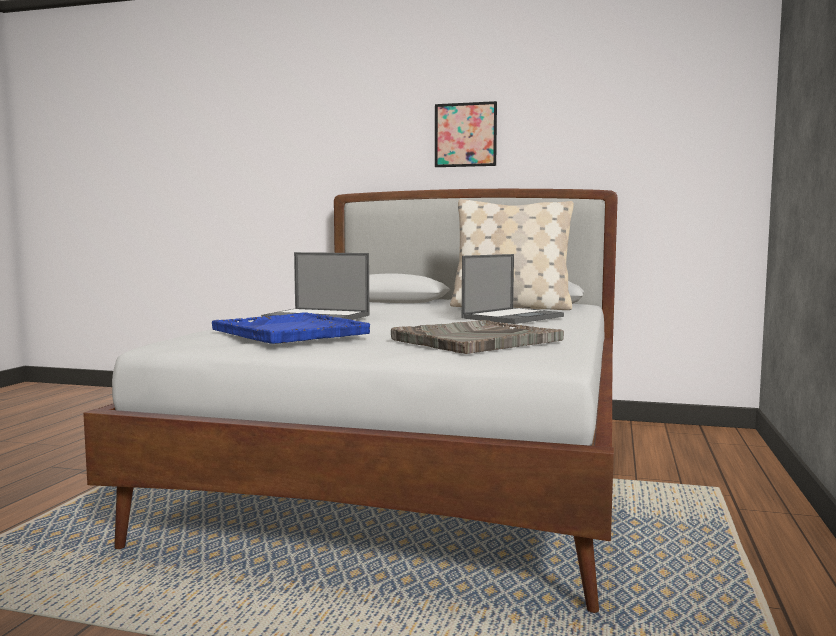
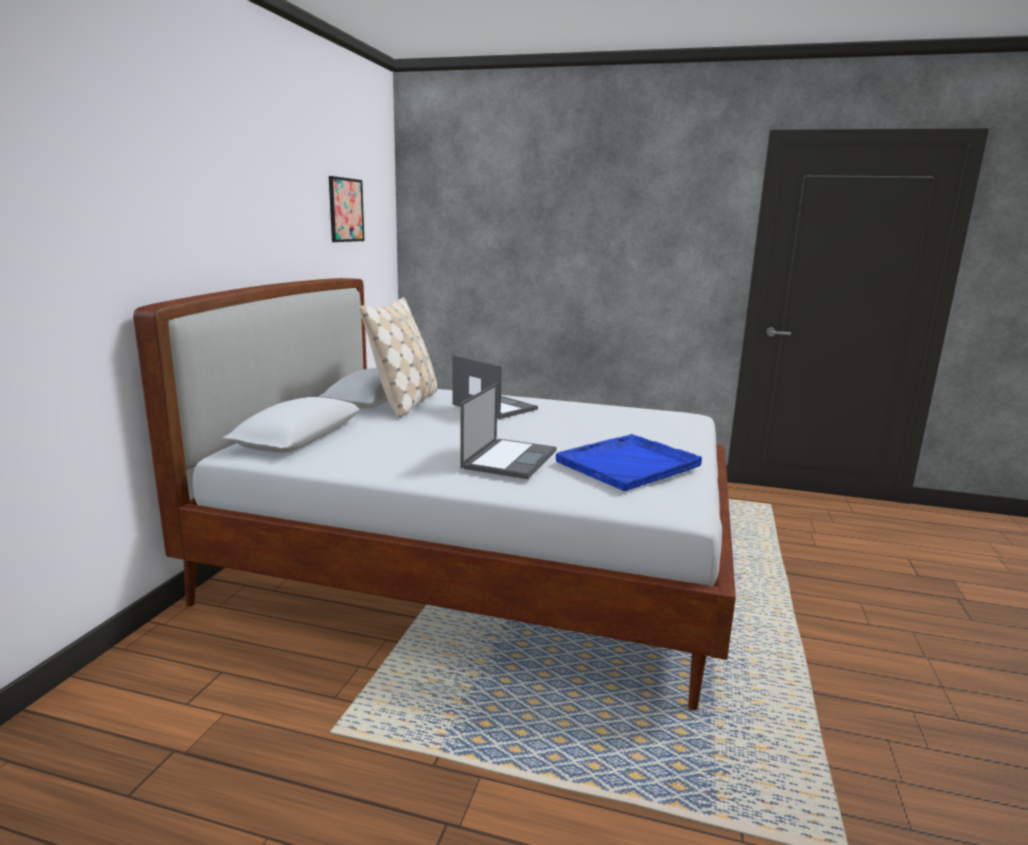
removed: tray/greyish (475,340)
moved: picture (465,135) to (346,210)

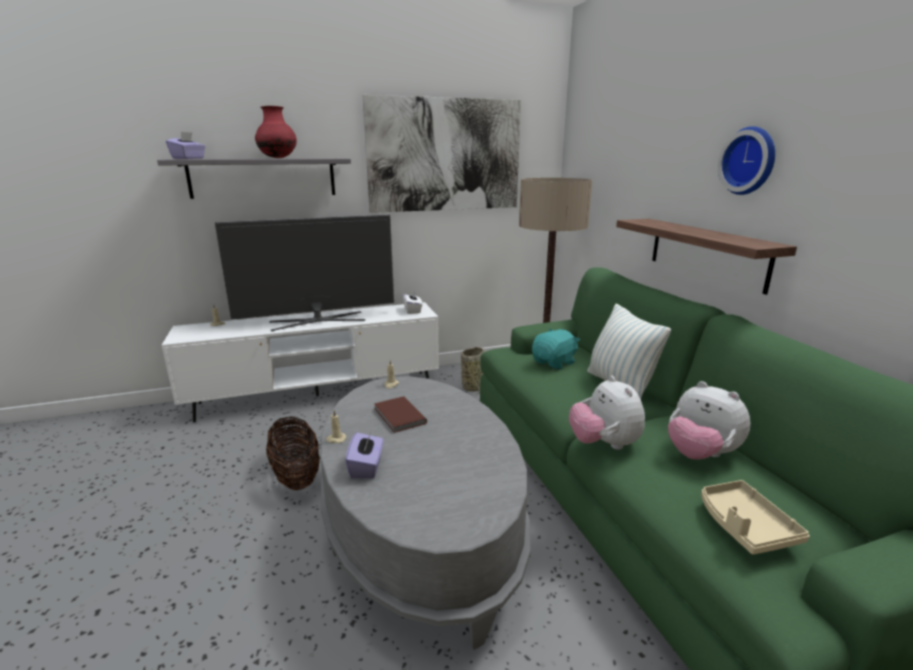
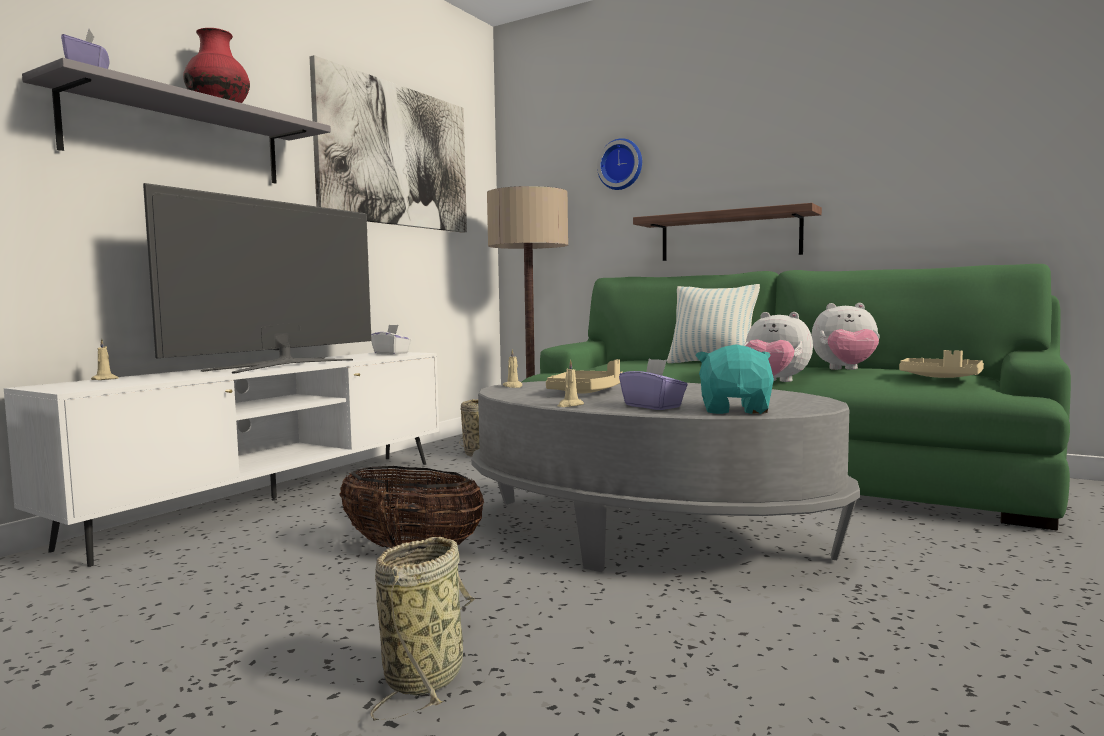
added: storage basket (426,675)
moved: cuddly toy/turquoise (554,363) to (735,410); clock on the wall (750,161) to (621,165)
replaced: bound book/brown (398,416) to tray/beige (586,392)

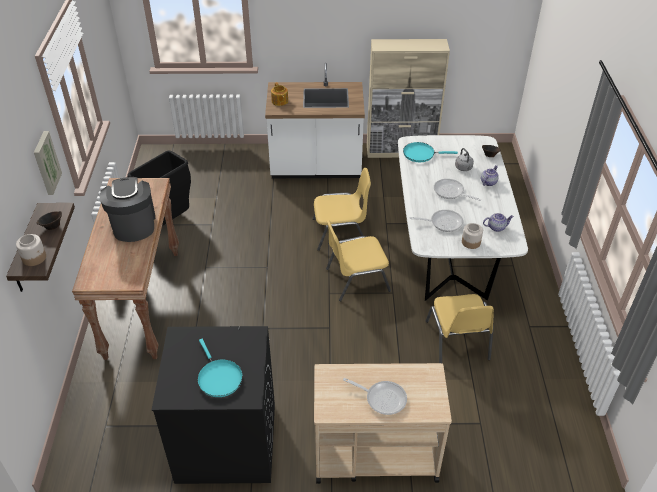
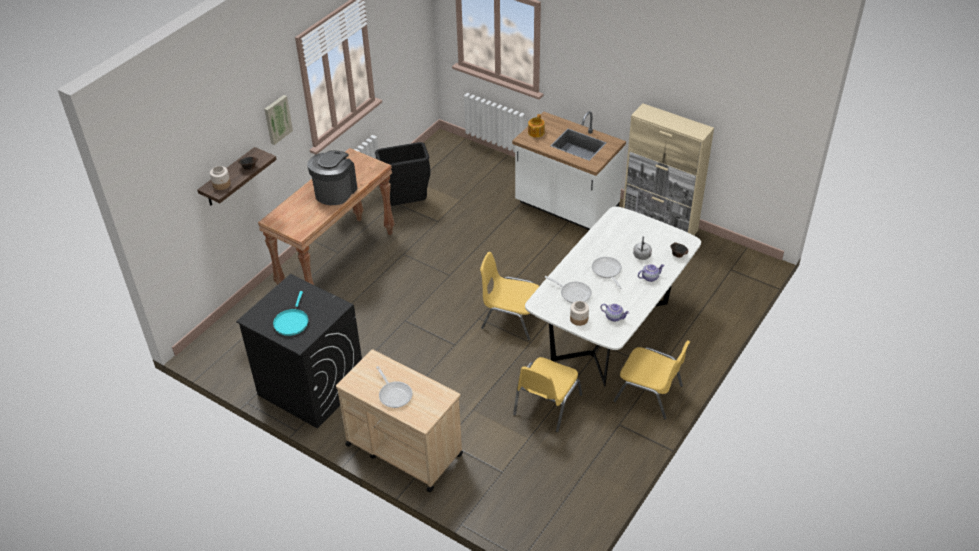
removed: pan/turquoise (421,154)
moved: chair/yellow-coloured (340,232) to (649,393)

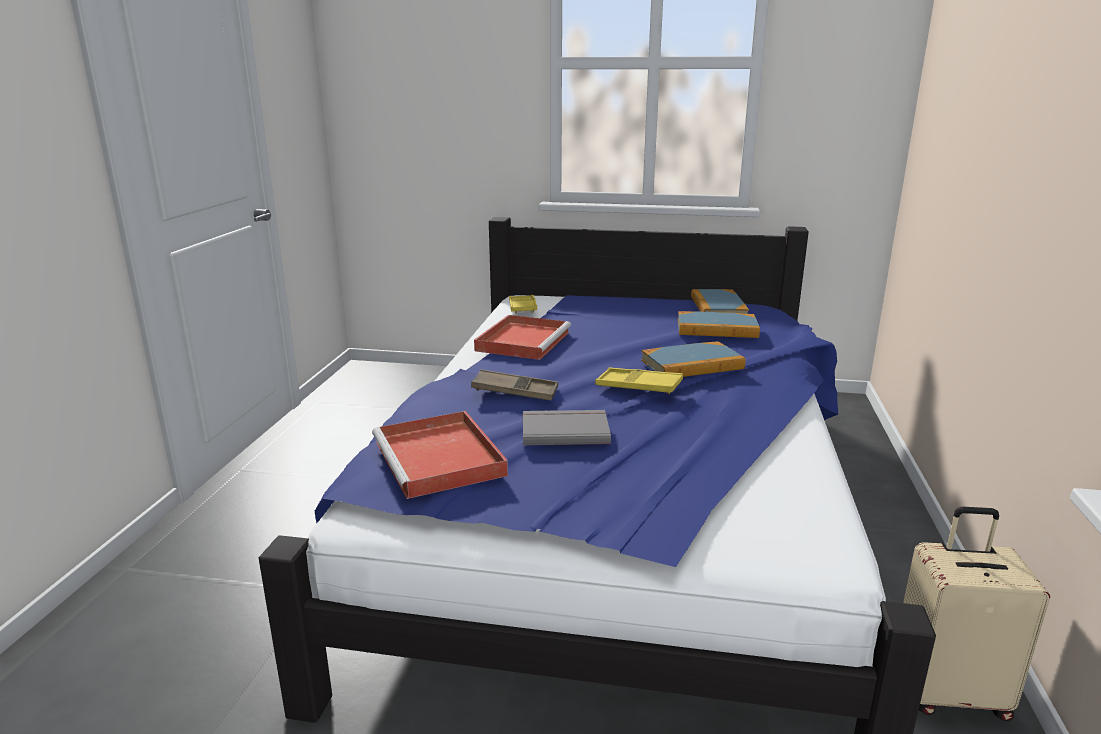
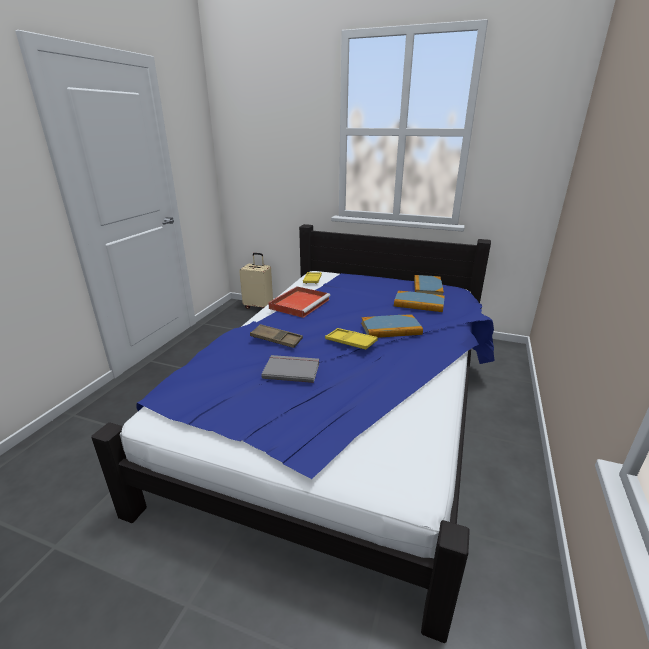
removed: tray/reddish (441,459)
moved: piece of luggage/beige (948,692) to (259,306)

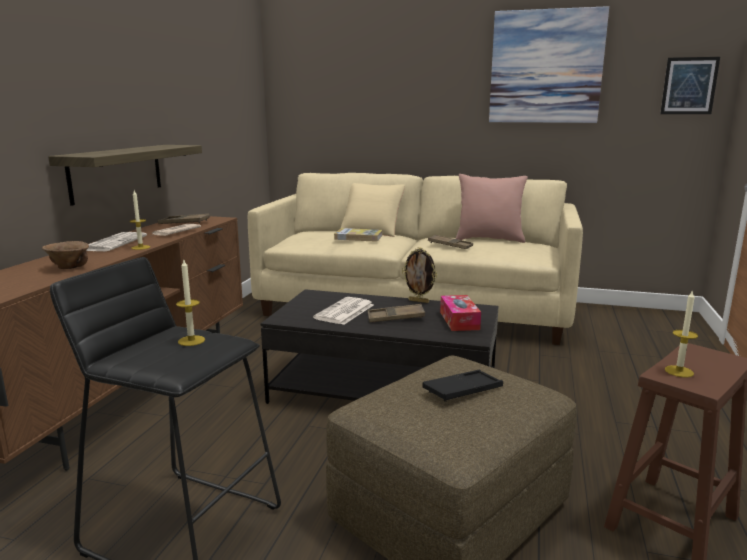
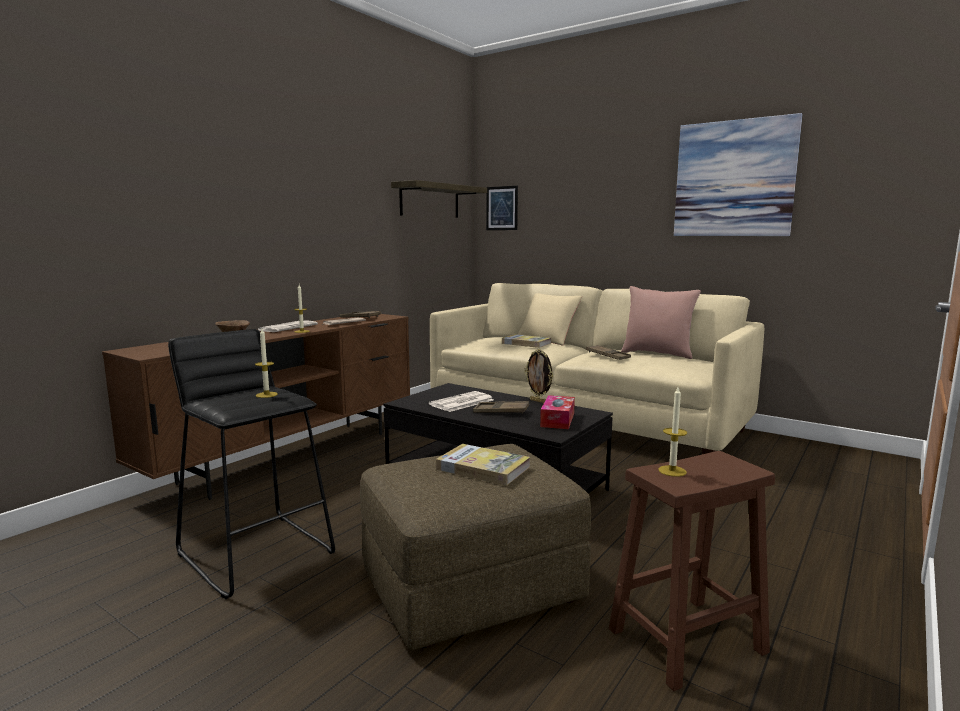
moved: shelf (116,172) to (430,201); picture (689,86) to (502,208)
replaced: tray/black (462,390) to bound book (483,468)

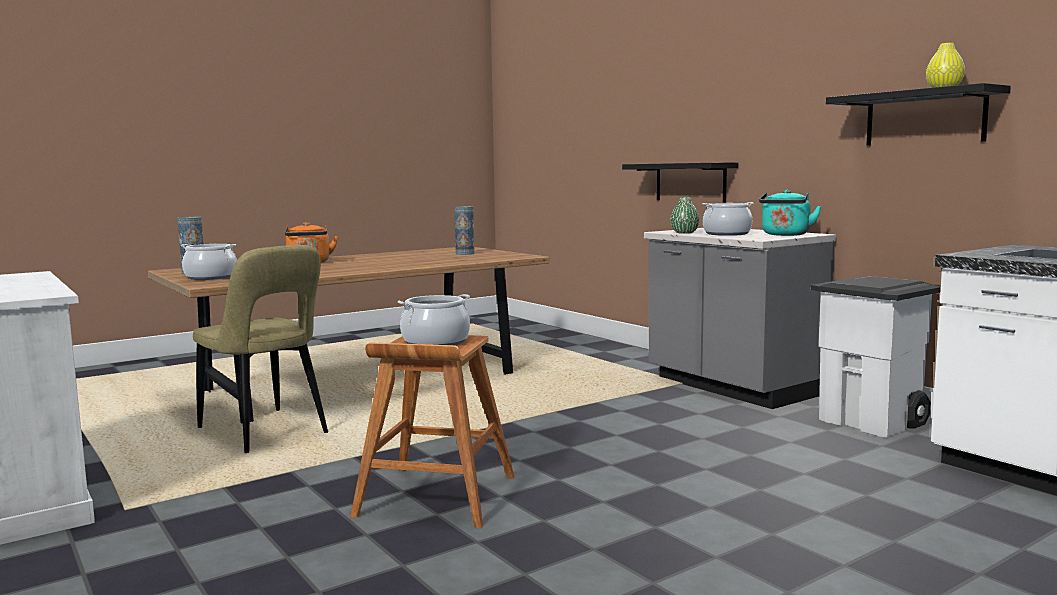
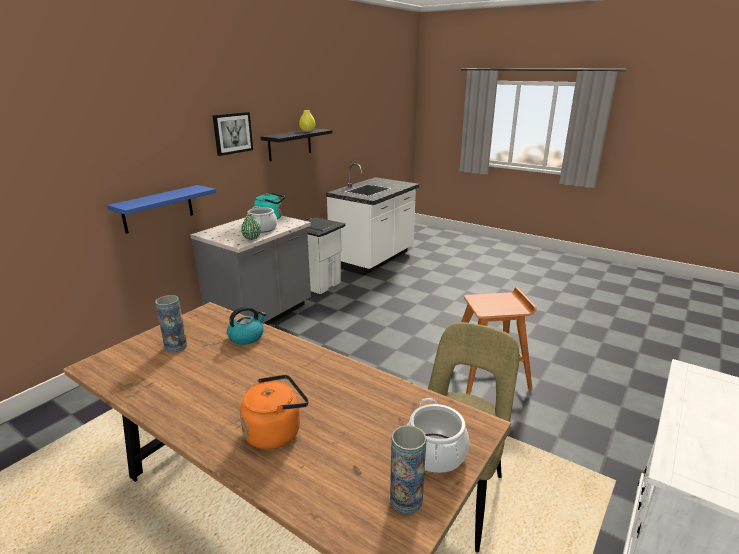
removed: cooking pot (436,342)
added: picture (232,133); kettle (247,337)
recoloured: shelf/black (690,182) to shelf/blue-coloured (158,209)

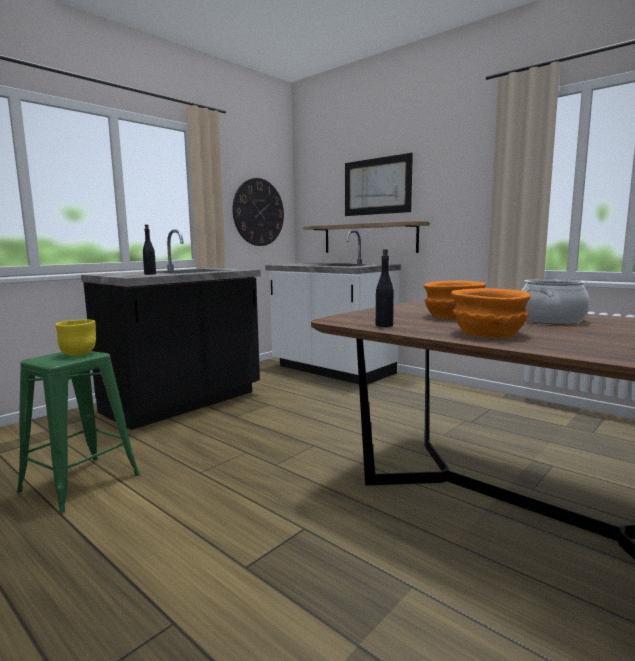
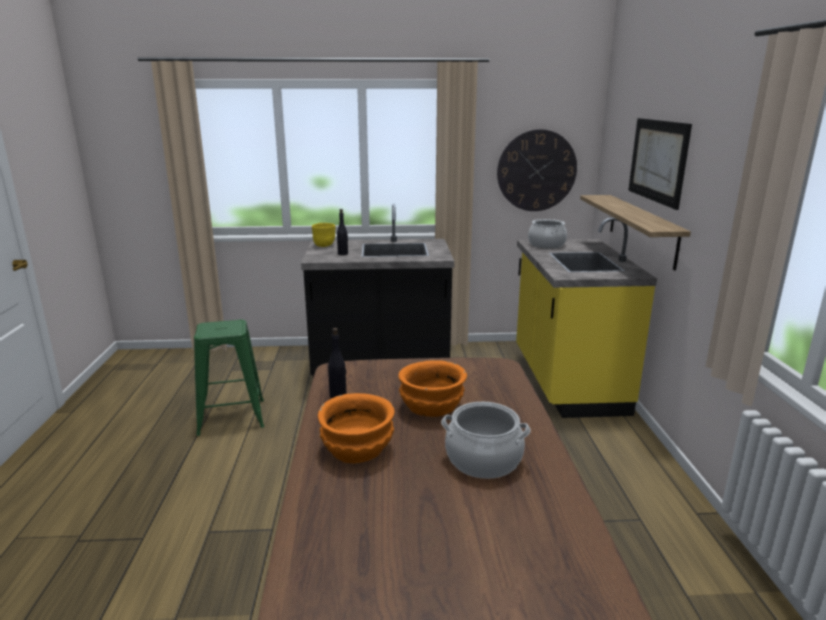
added: cooking pot (546,245)
moved: serving bowl/yellow-coloured (79,353) to (324,245)
recoloured: counter/white-coloured (332,370) to counter/yellow-coloured (566,382)

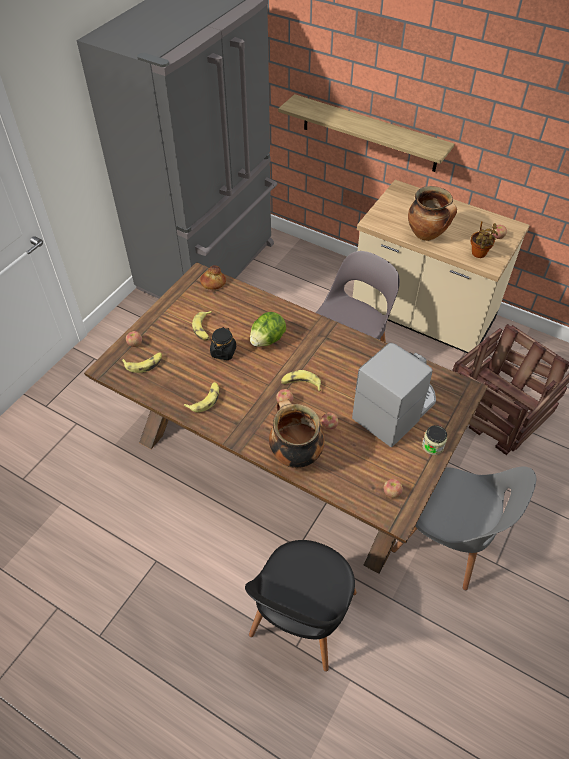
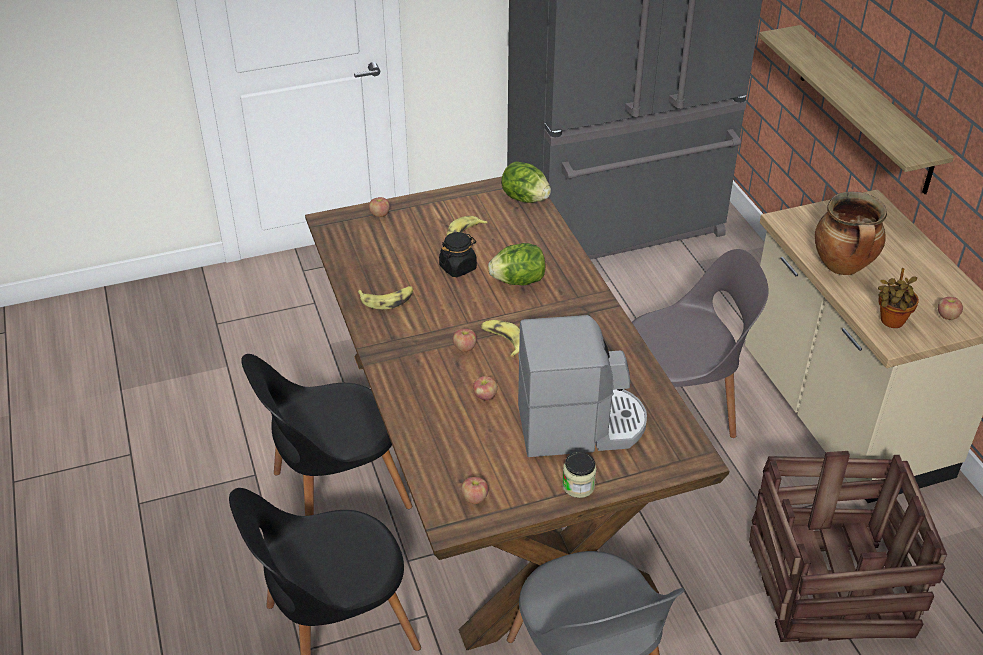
removed: banana fruit (144,364); cooking pot (295,455)
added: chair/black (335,492)
replaced: baked bread (213,283) to lettuce head (525,198)

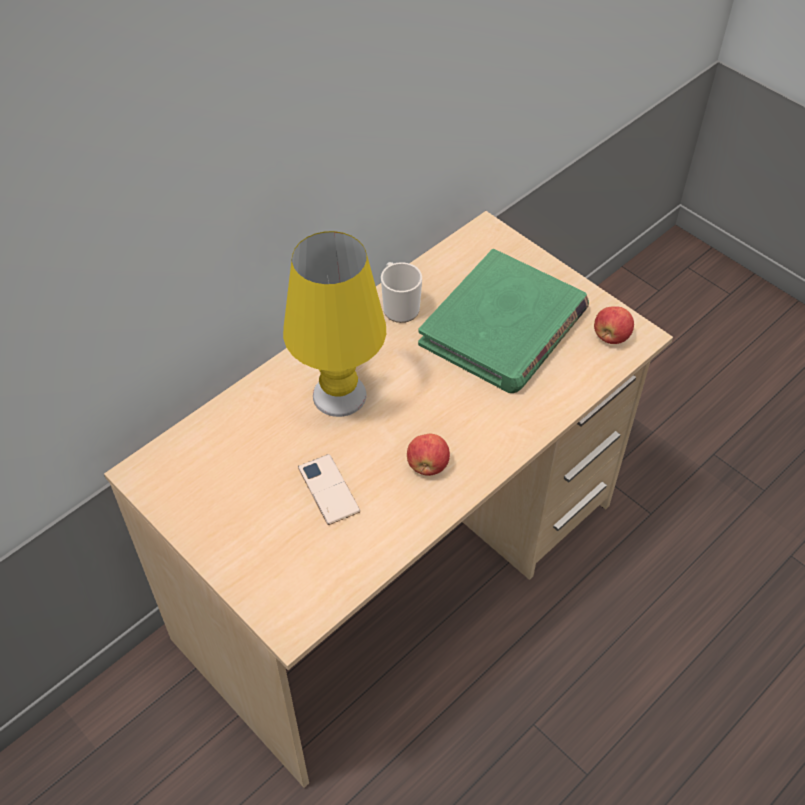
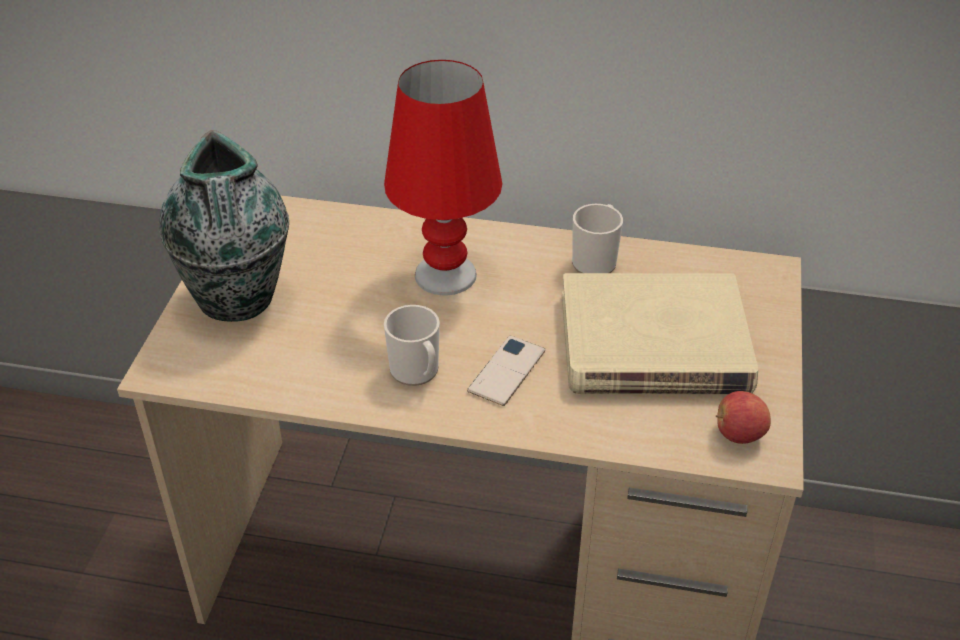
added: flower vase (237,300)
moved: handset (328,489) to (506,371)
replaced: whole apple (427,465) to mug (417,372)
recoloured: lamp for a table/yellow-coloured (340,395) to lamp for a table/reddish (445,275); bound book/green-coloured (504,327) to bound book/beige (653,344)

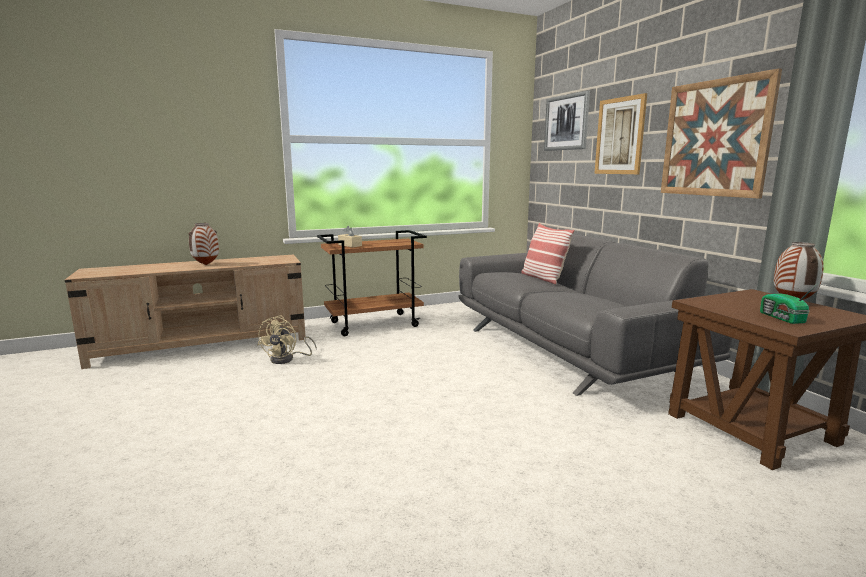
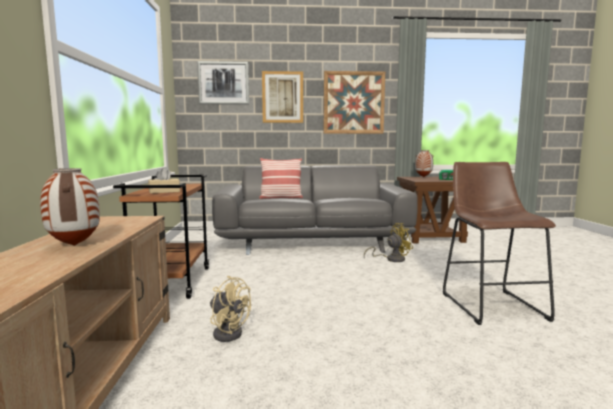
added: electric fan/yellow-coloured (391,259); stool/brown (490,304)

